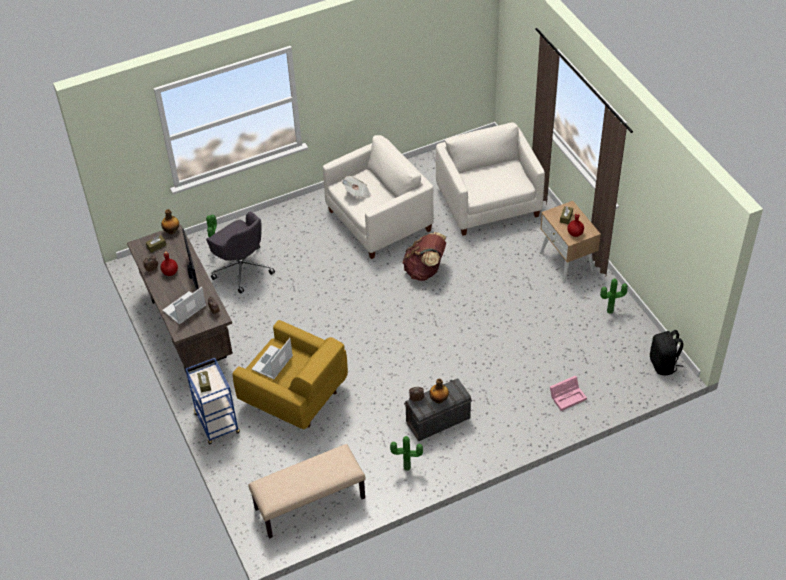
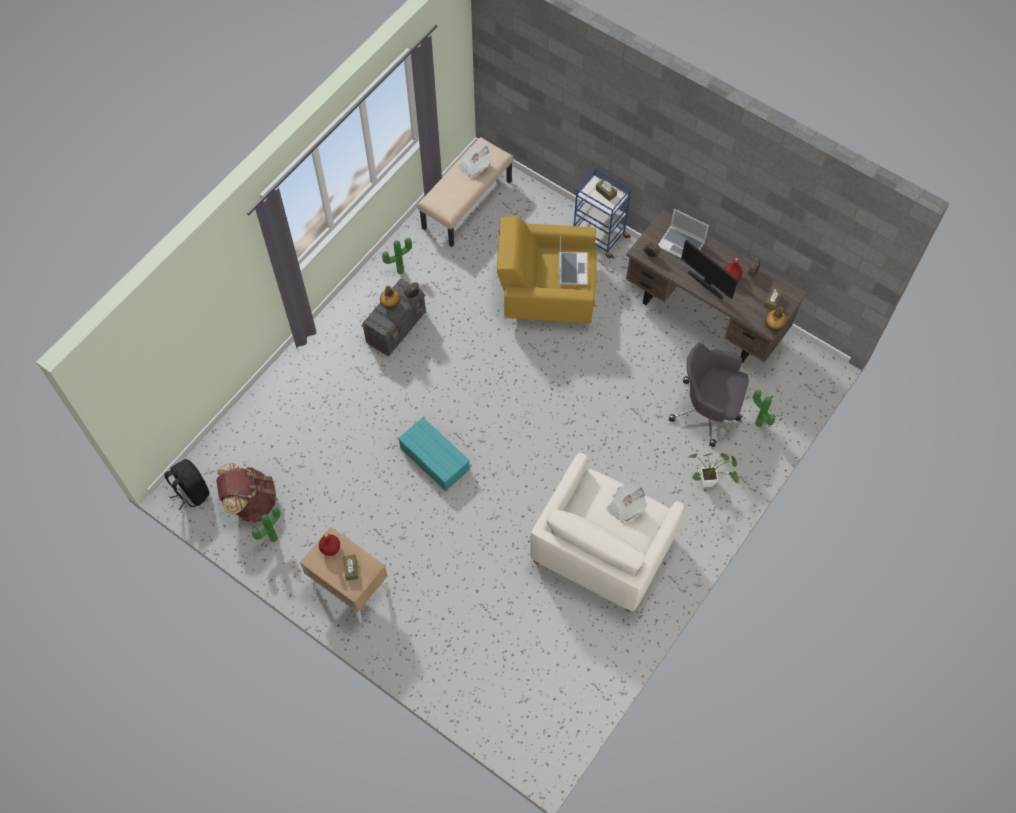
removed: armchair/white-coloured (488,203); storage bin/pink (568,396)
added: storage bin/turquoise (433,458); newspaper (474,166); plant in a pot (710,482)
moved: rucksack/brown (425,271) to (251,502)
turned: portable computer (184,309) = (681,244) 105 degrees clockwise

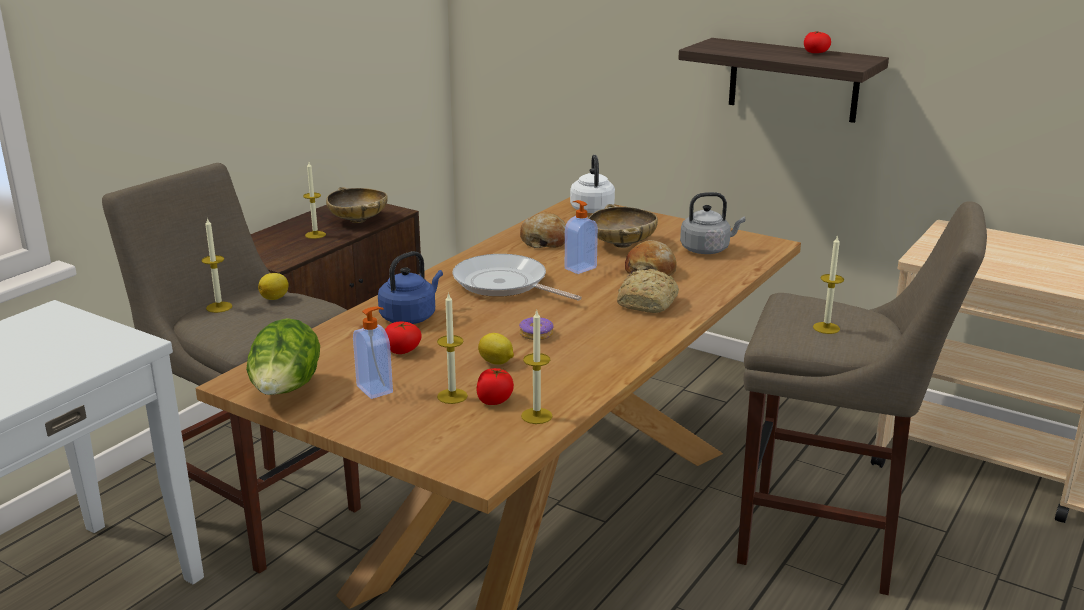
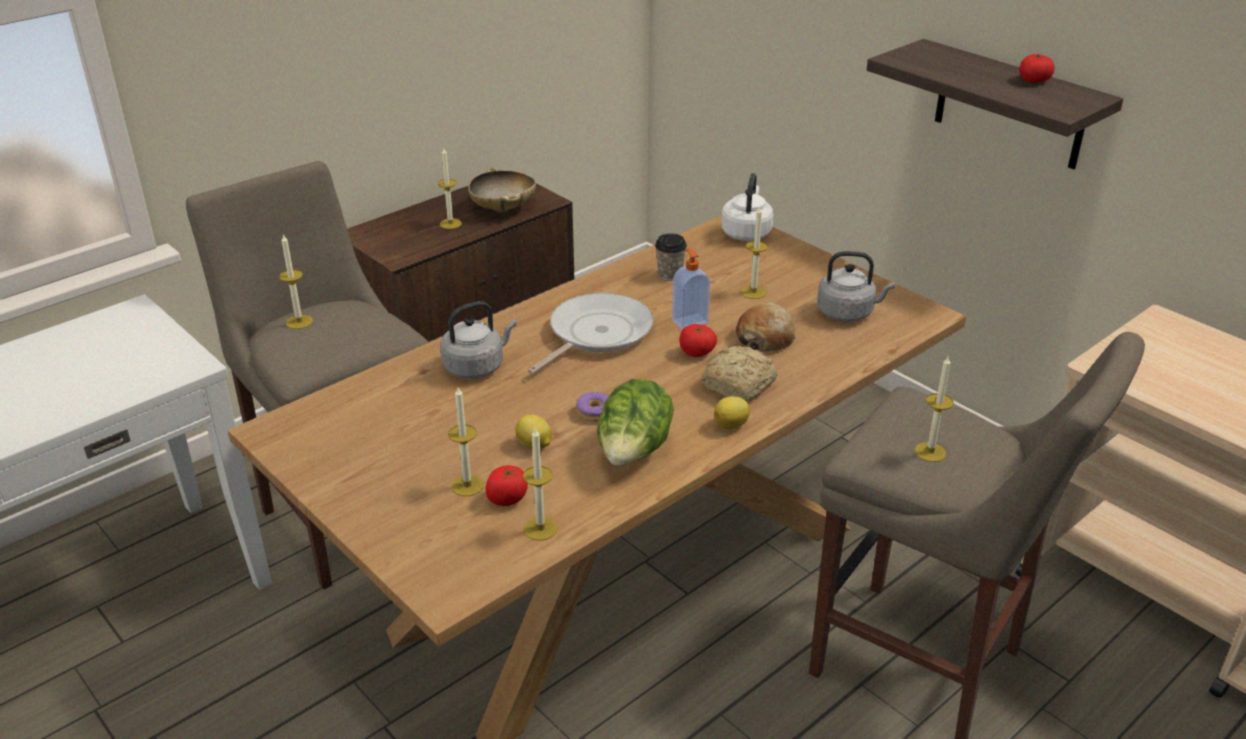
removed: liquid soap bottle (376,389)
moved: lettuce head (286,392) to (634,453); citrus fruit (275,298) to (731,425); tomato (402,351) to (696,353)
replaced: baked bread (544,241) to small cup (670,275); serving bowl/beige (621,244) to wax candle (753,292)
recoloured: kettle/blue-coloured (410,317) to kettle/greyish (477,366)
turned: pan (504,284) = (596,334) 75 degrees clockwise

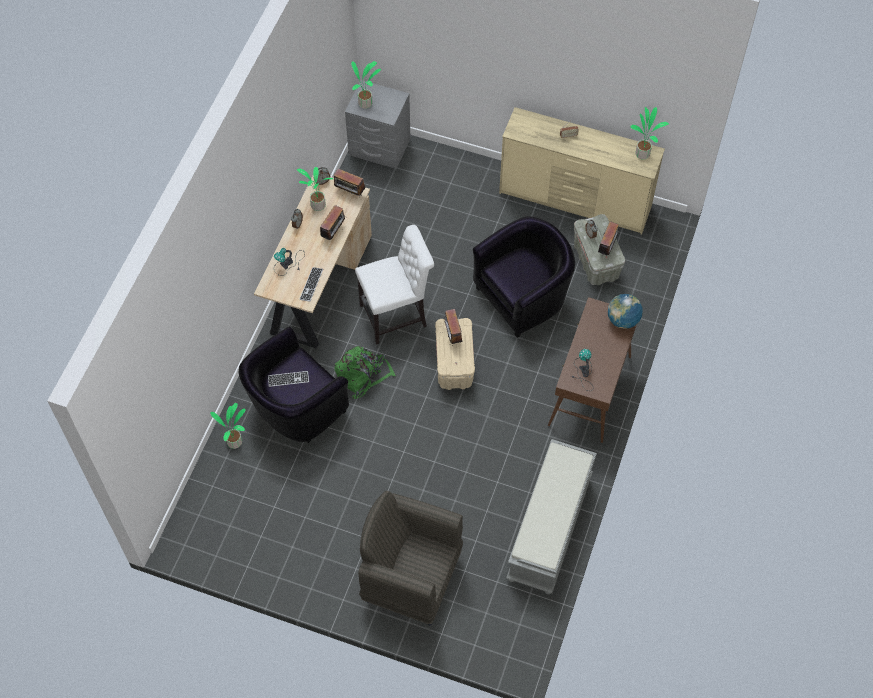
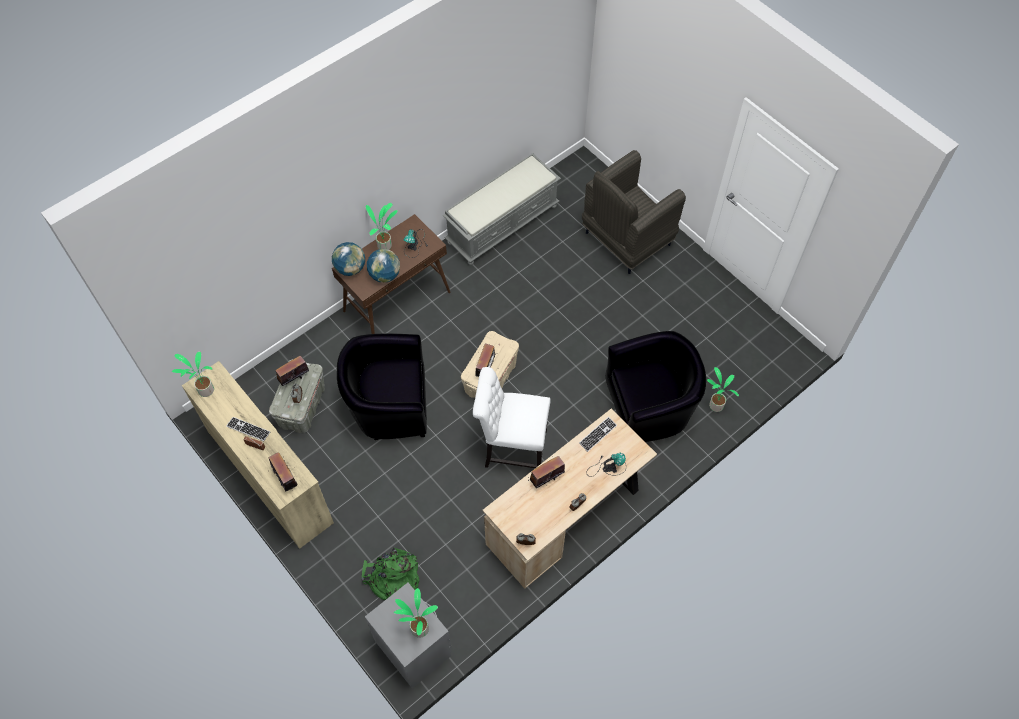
added: desk globe (385,275)
moved: computer keyboard (288,379) to (248,429); plant in a pot (317,205) to (385,246); radio set (350,192) to (286,478); rucksack/green-coloured (362,375) to (393,579)
turned: armchair/greyish (411,578) = (626,240) 90 degrees clockwise

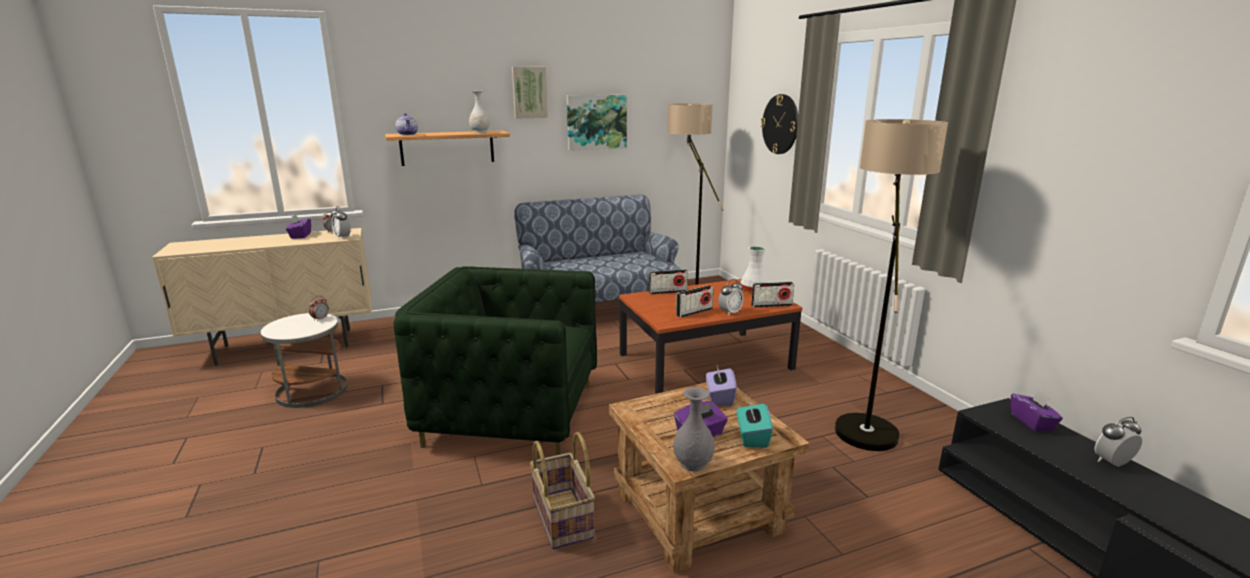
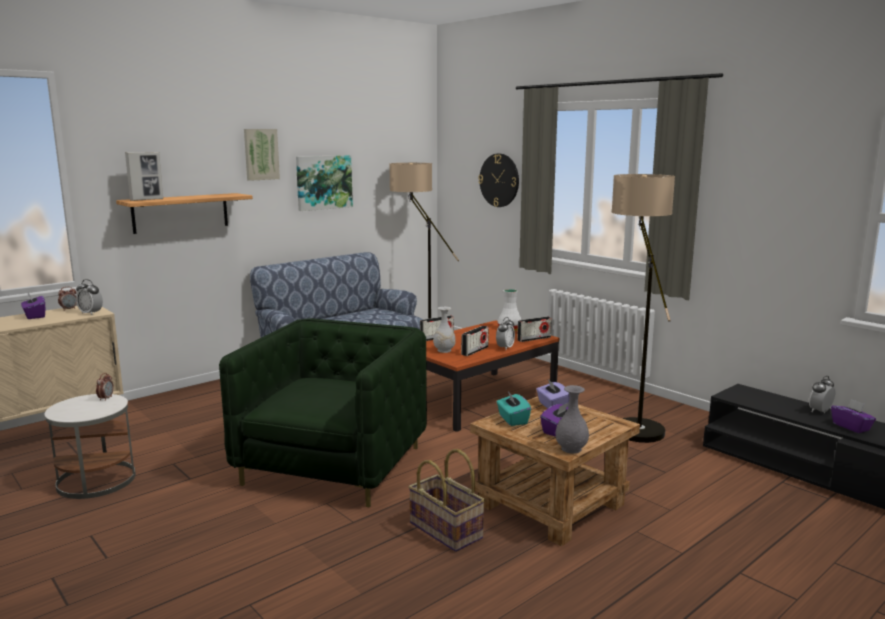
moved: flower vase/white-coloured (480,132) to (444,350); tissue holder/turquoise (752,437) to (512,420); tissue holder/purplish (1032,422) to (851,427)
replaced: tea pot (408,134) to standing frame (147,200)
turned: armchair/green-coloured (512,414) = (334,465) 120 degrees clockwise

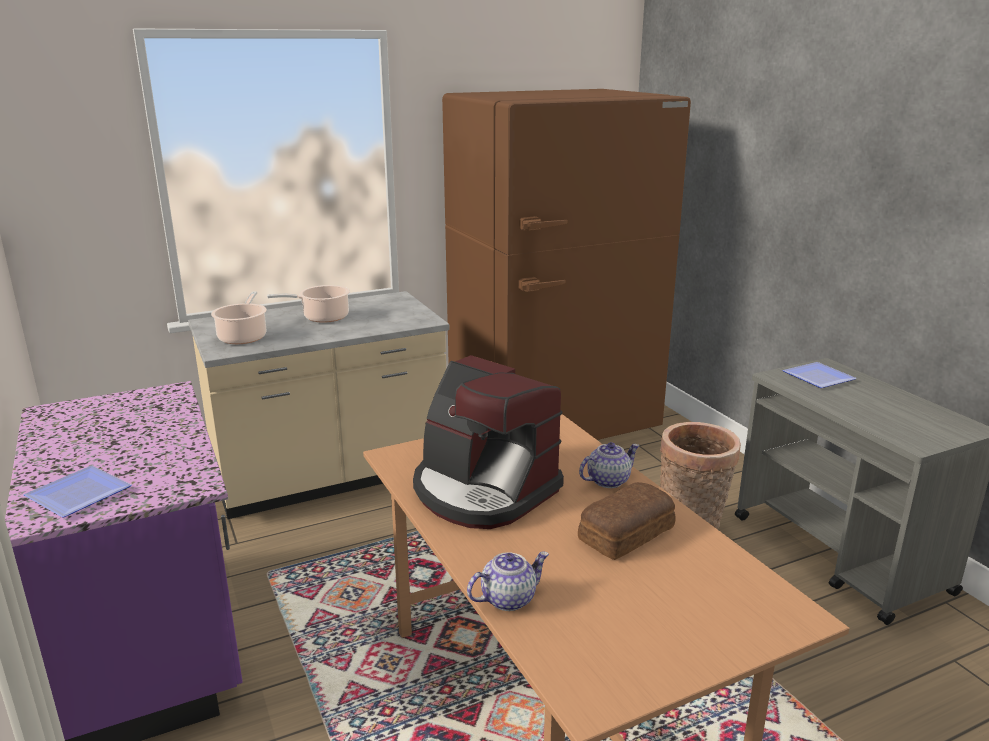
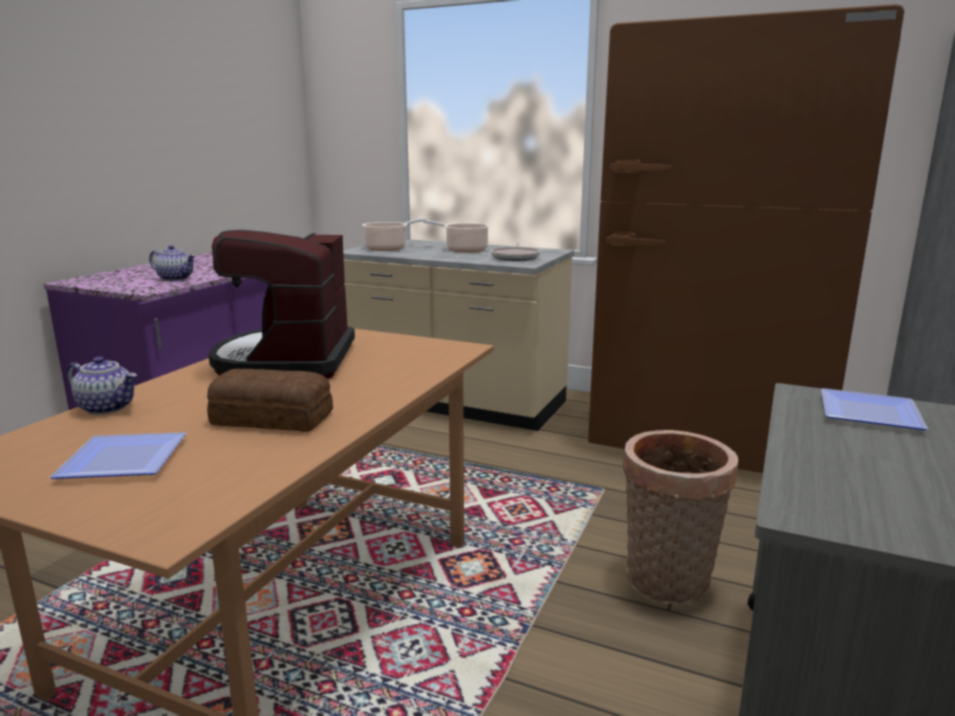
added: pan (516,257)
moved: flat dish (78,496) to (119,462); tea pot (608,480) to (176,278)

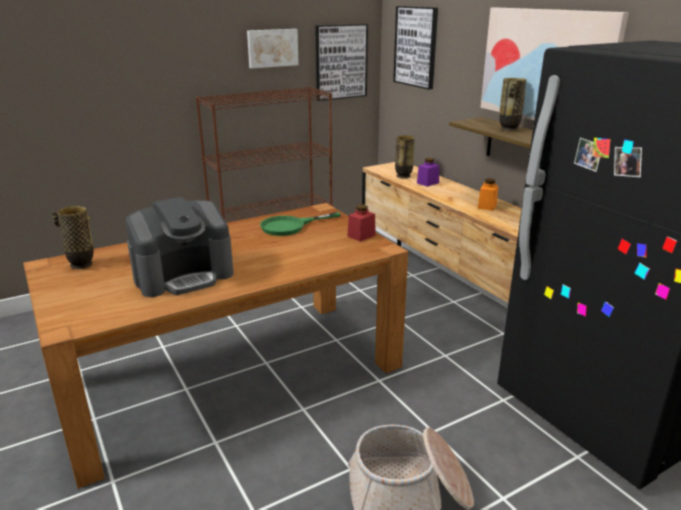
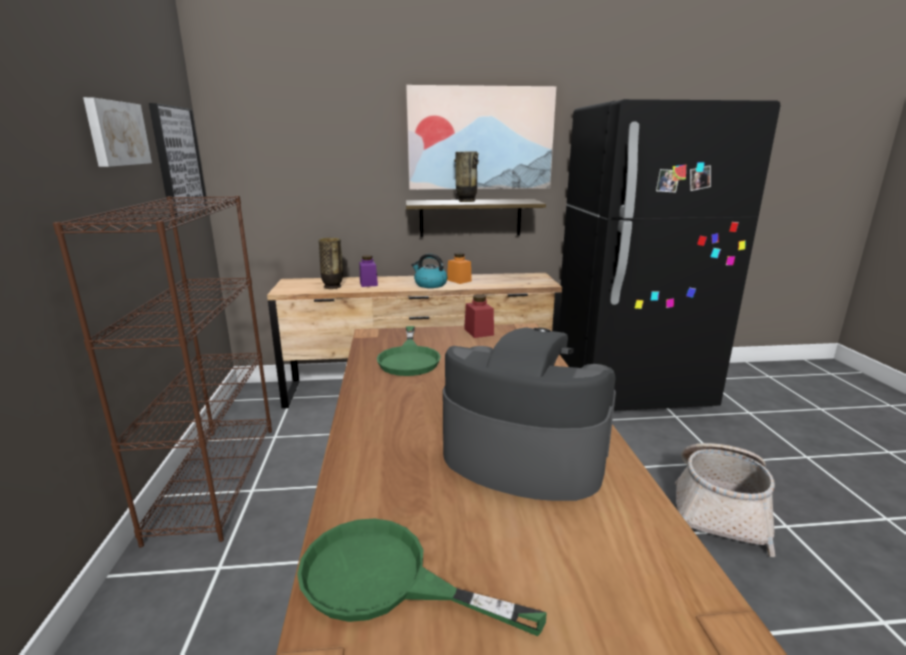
removed: picture (416,47)
added: kettle (430,284)
replaced: flower vase (81,265) to pan/green-coloured (385,580)
turned: coffee maker (184,275) = (523,454) 60 degrees counterclockwise

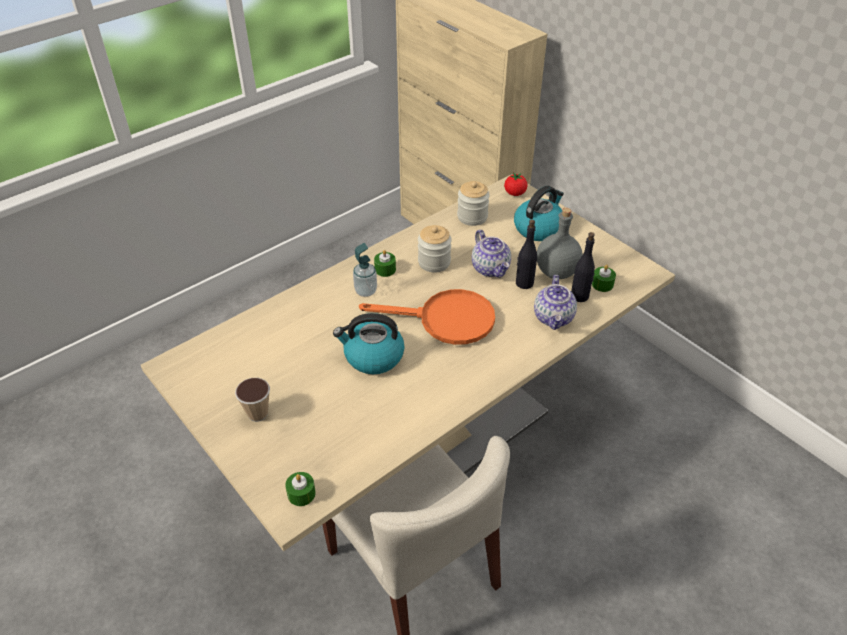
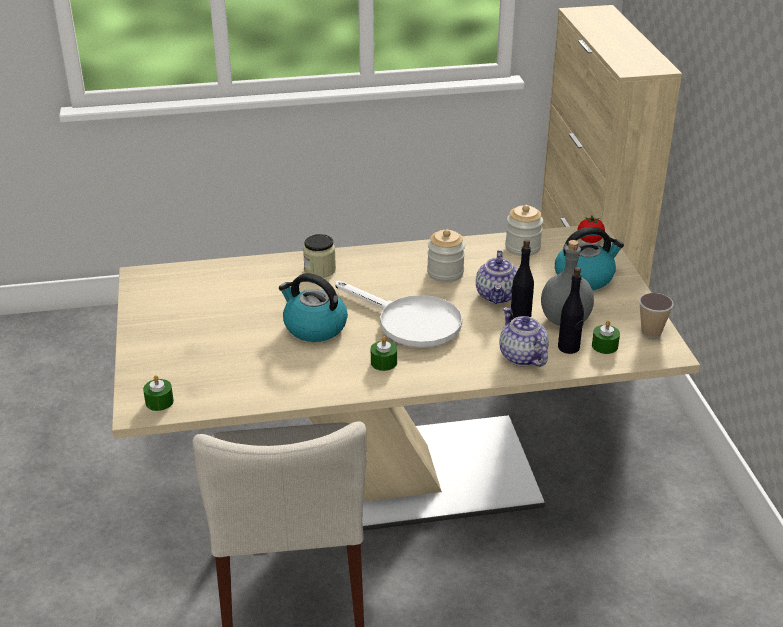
removed: liquid soap bottle (365,291)
added: jar (320,270)
moved: small cup (258,414) to (651,332); wax candle/green-coloured (385,269) to (383,362)
recoloured: pan/orange (445,320) to pan/white-coloured (409,322)
turned: tea pot (554,318) = (521,356) 120 degrees clockwise

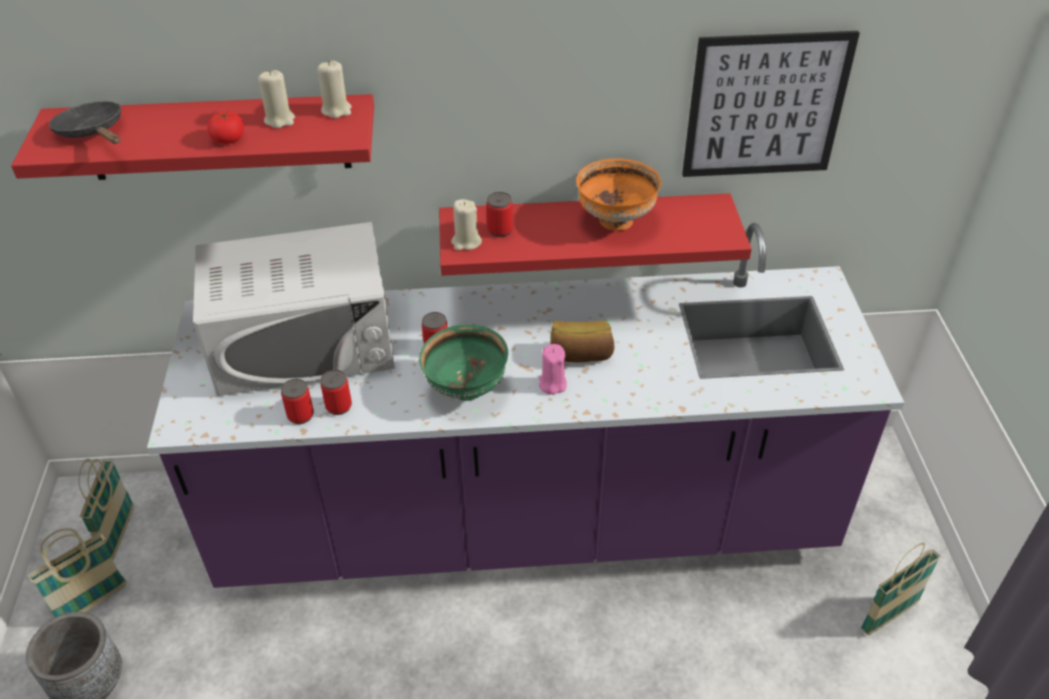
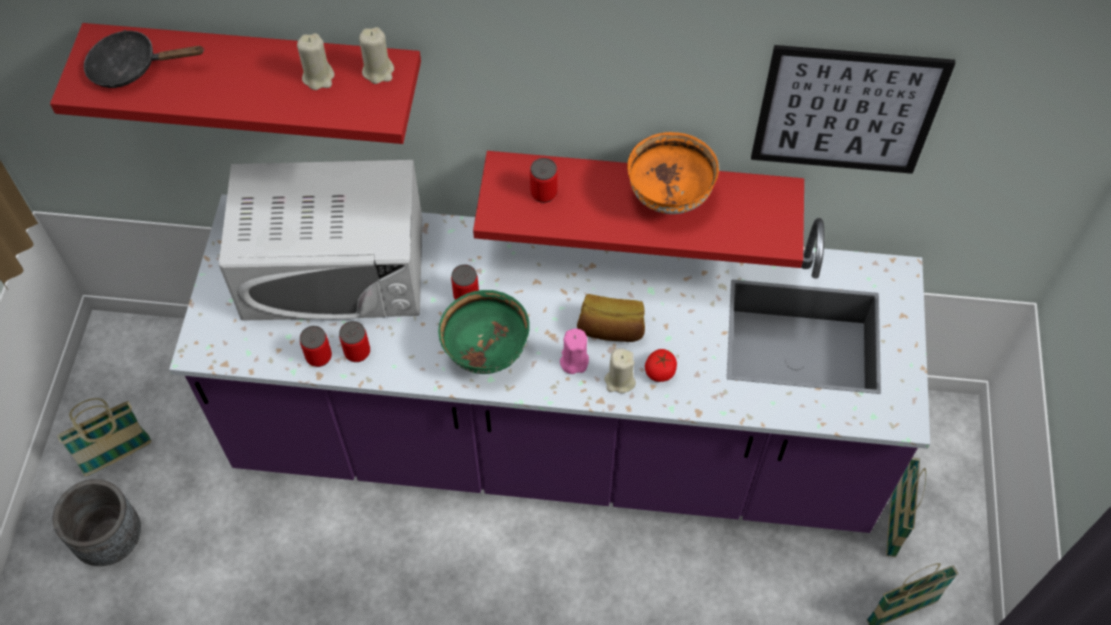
moved: storage basket (119,534) to (893,524); tomato (228,138) to (660,371); wax candle/beige (466,242) to (619,381)
turned: pan/black (93,132) = (132,67) 60 degrees counterclockwise

